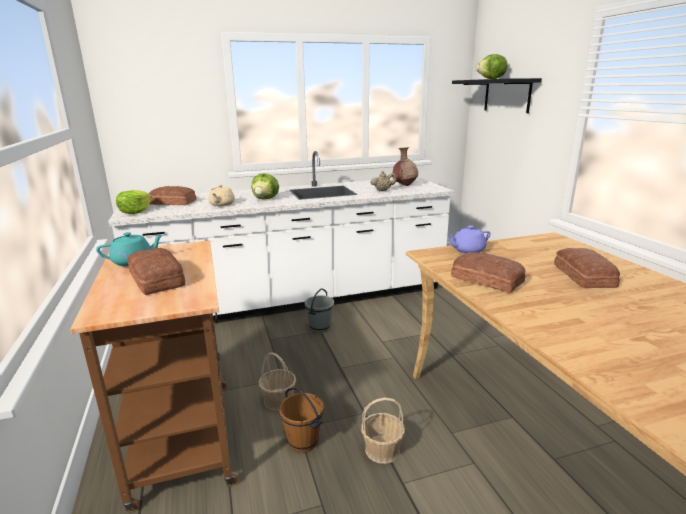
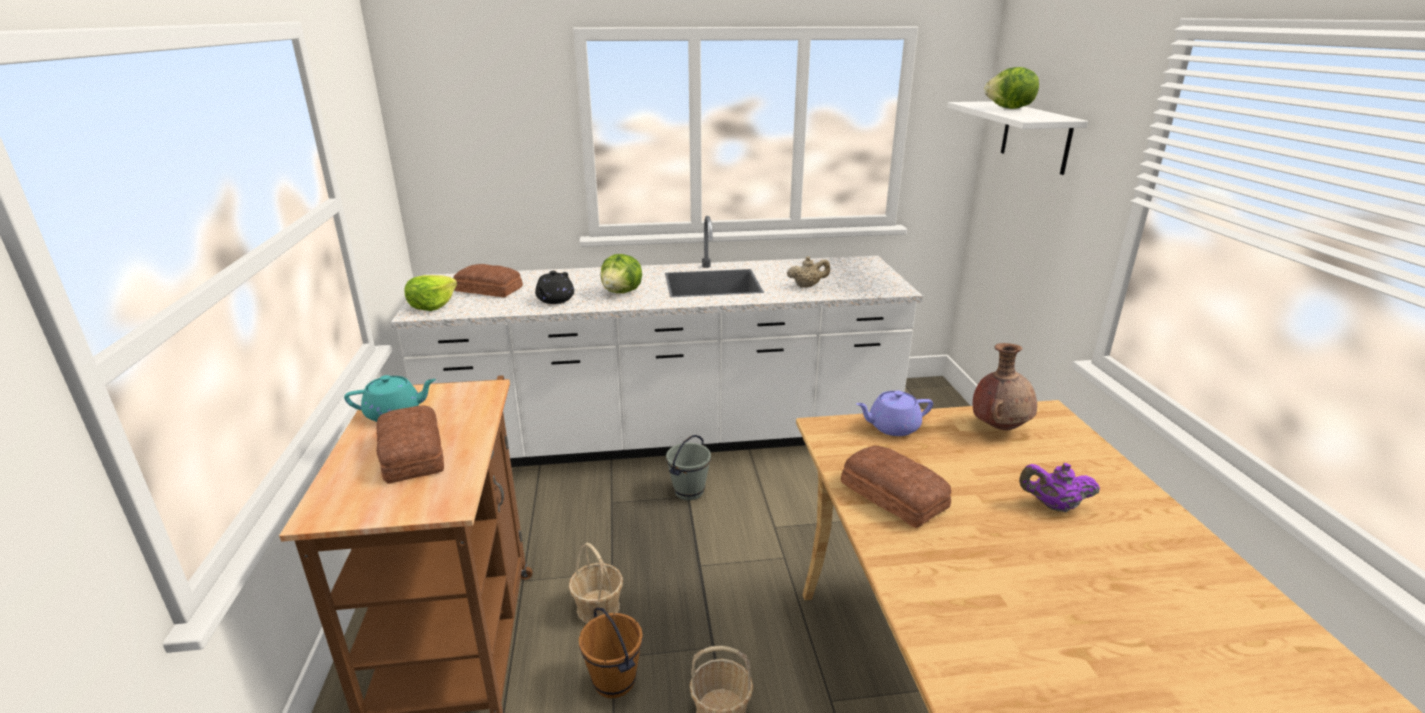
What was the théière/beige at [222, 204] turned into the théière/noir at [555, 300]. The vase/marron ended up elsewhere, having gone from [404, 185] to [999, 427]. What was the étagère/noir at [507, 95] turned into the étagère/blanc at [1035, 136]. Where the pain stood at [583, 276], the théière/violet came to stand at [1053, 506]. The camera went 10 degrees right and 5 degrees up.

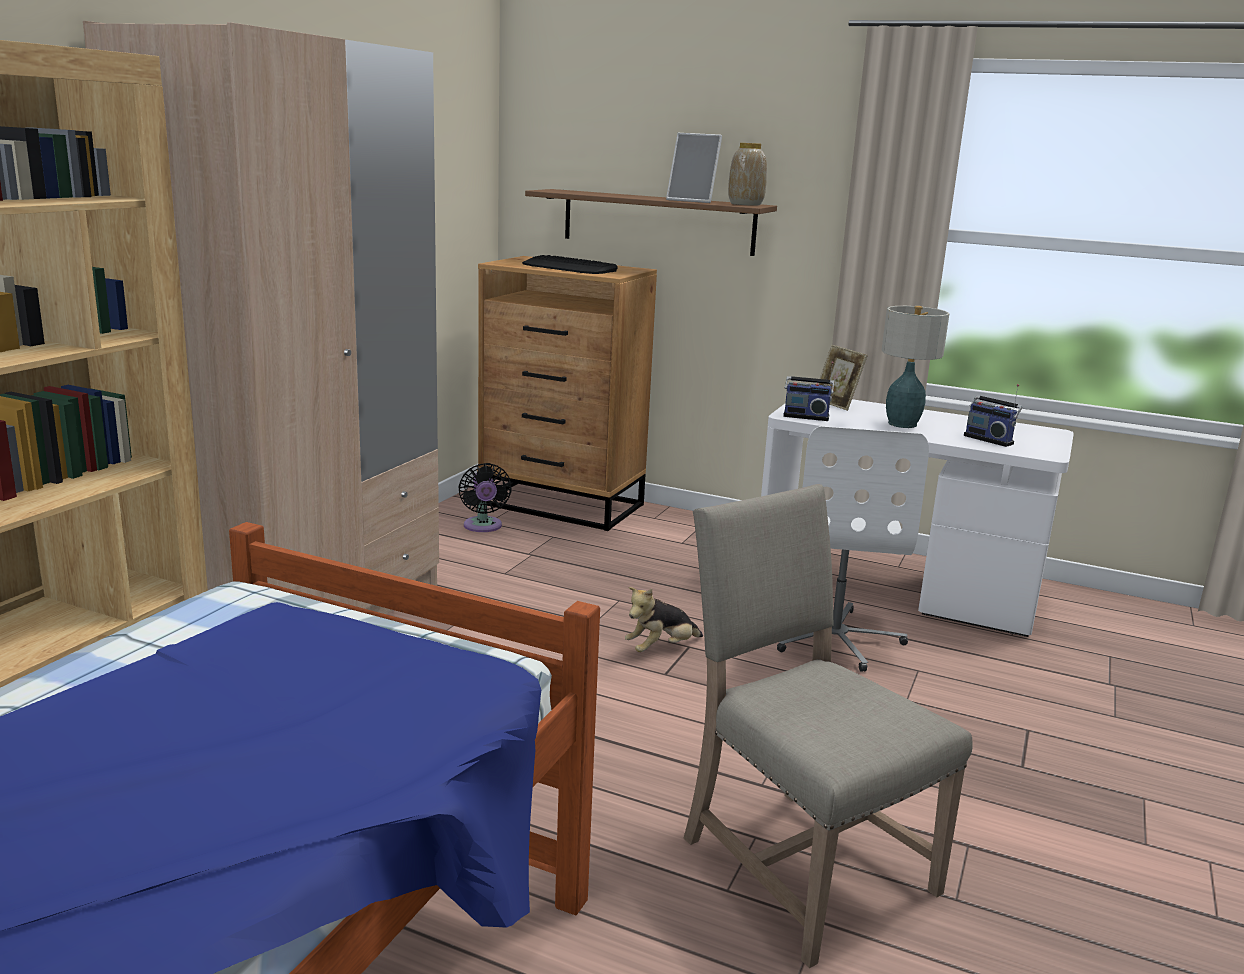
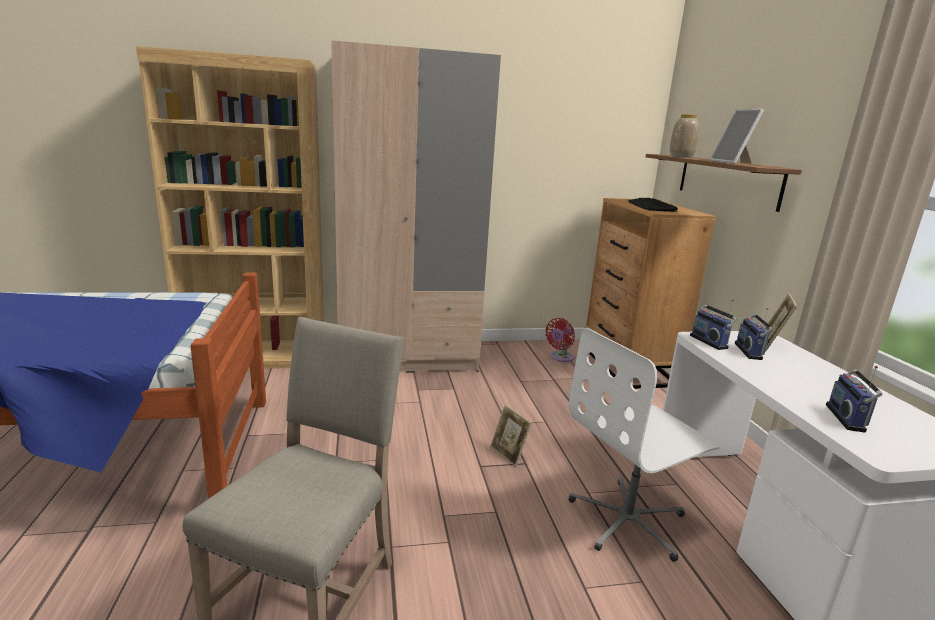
What was the ventilateur/noir at [483, 527] turned into the ventilateur/rouge at [560, 358]. Where the peluche stood at [661, 649], the cadre photo came to stand at [508, 454]. The vase ended up elsewhere, having gone from [745, 204] to [681, 156]. The second view lost the lampe de table at [903, 424]. The second view gained the radio at [750, 351]. The camera went 55 degrees right and 0 degrees up.

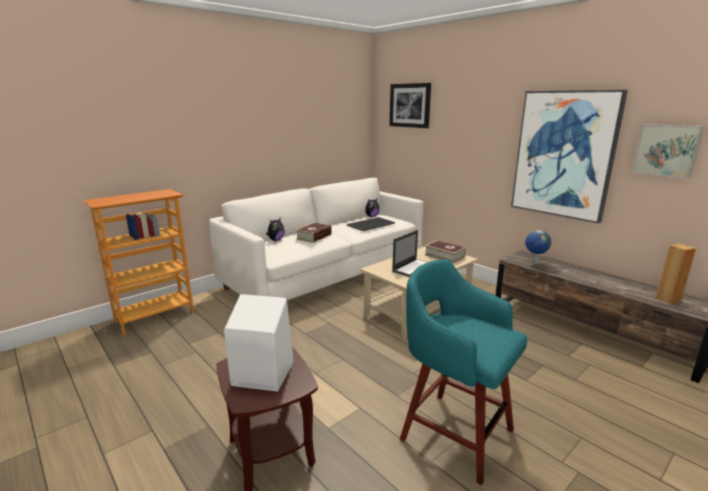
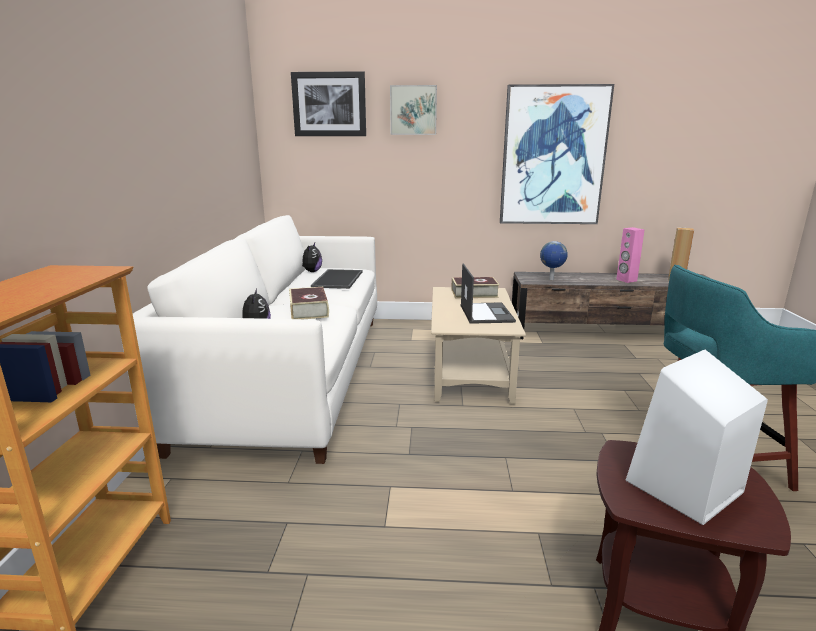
The tableau ended up elsewhere, having gone from [666, 150] to [413, 110]. The second view gained the enceinte/rose at [626, 280]. The camera went 45 degrees left and 0 degrees up.

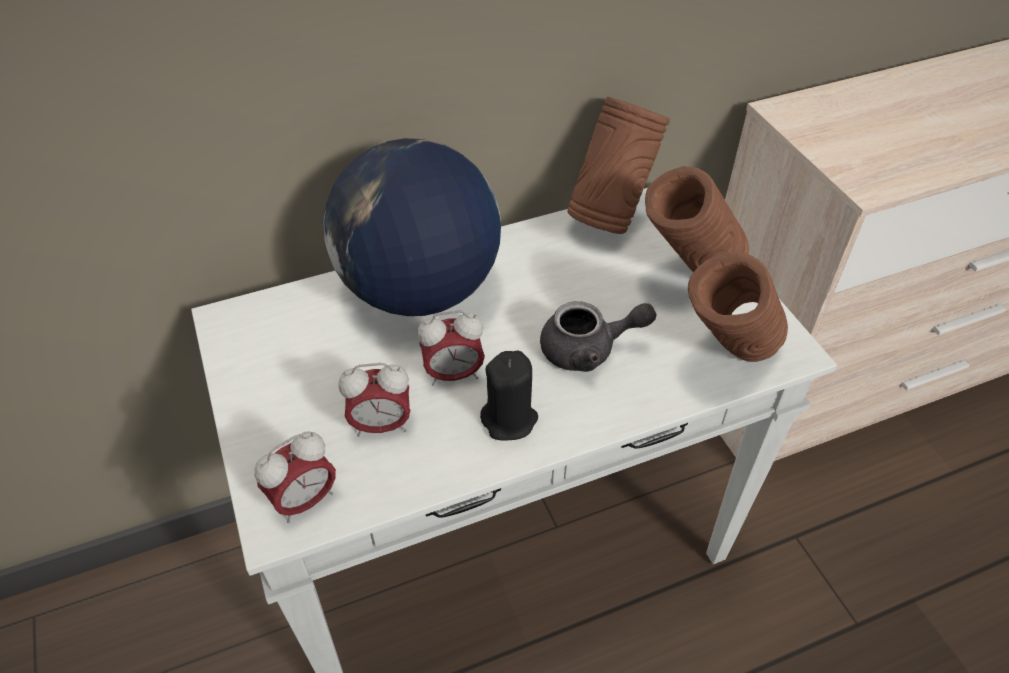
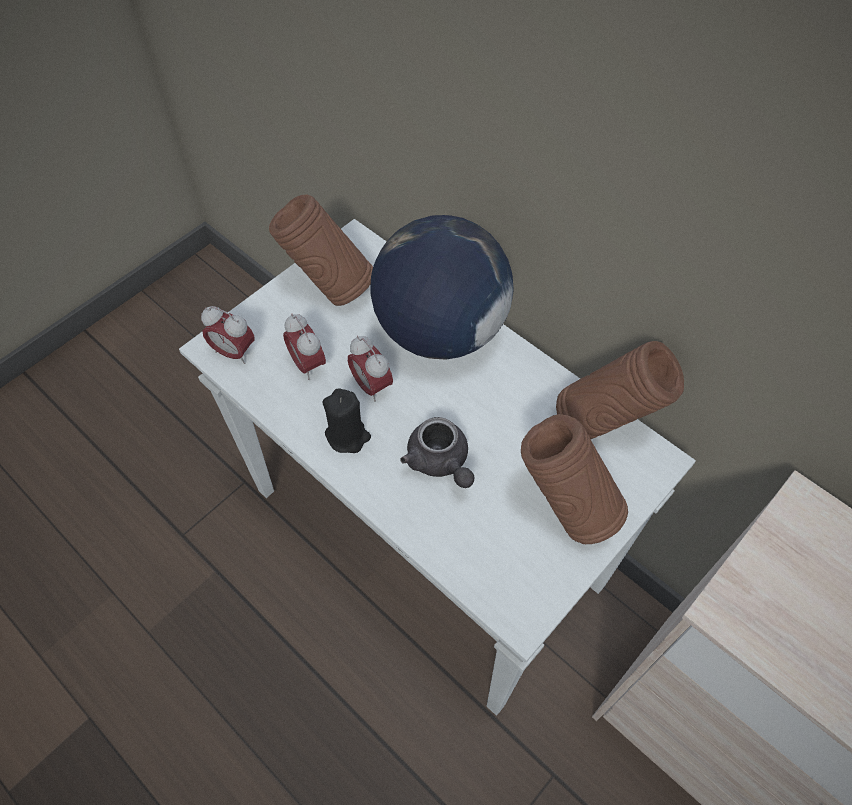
The vase/marron ended up elsewhere, having gone from [726, 360] to [328, 288]. The camera went 65 degrees right and 10 degrees up.

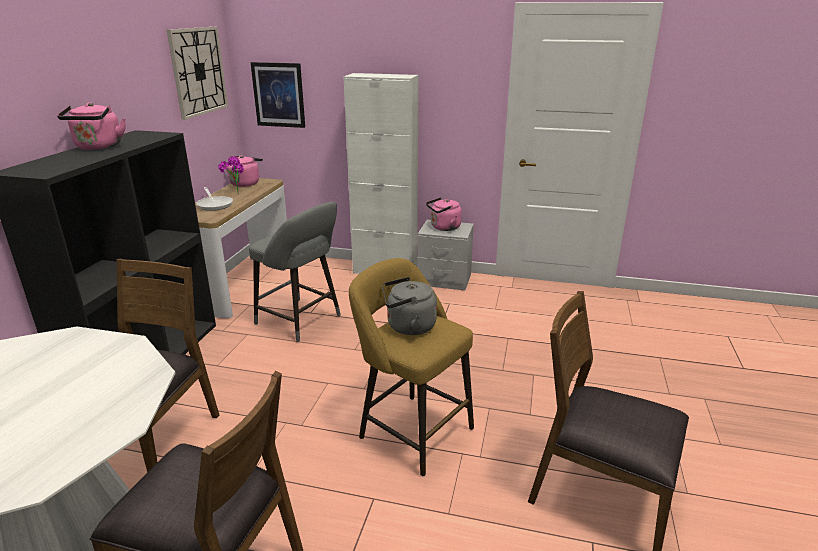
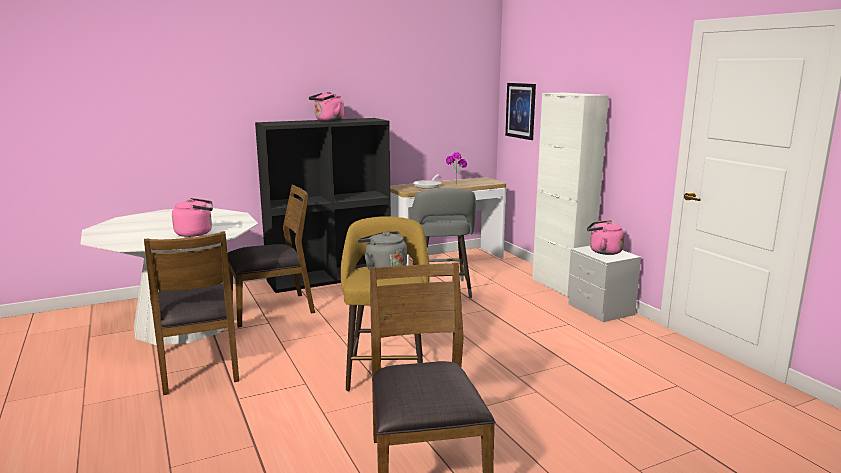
The second view lost the horloge murale at [198, 71]. The bouilloire/rose ended up elsewhere, having gone from [245, 183] to [196, 233]. The camera went 50 degrees right and 10 degrees down.

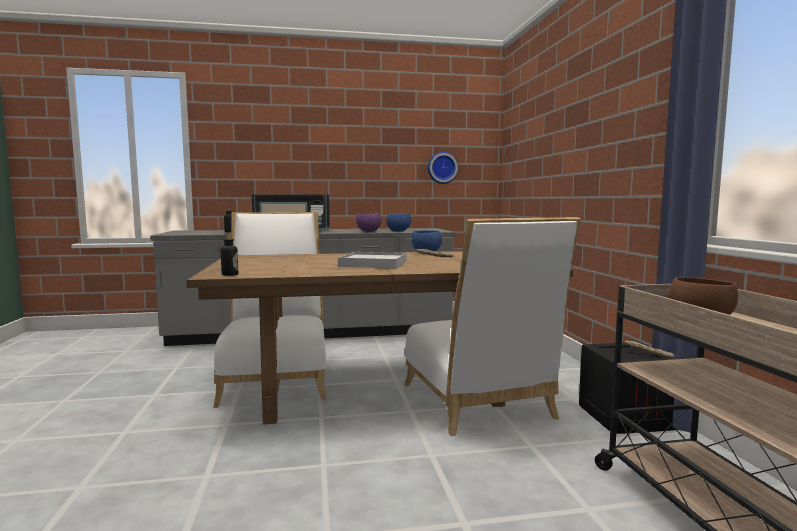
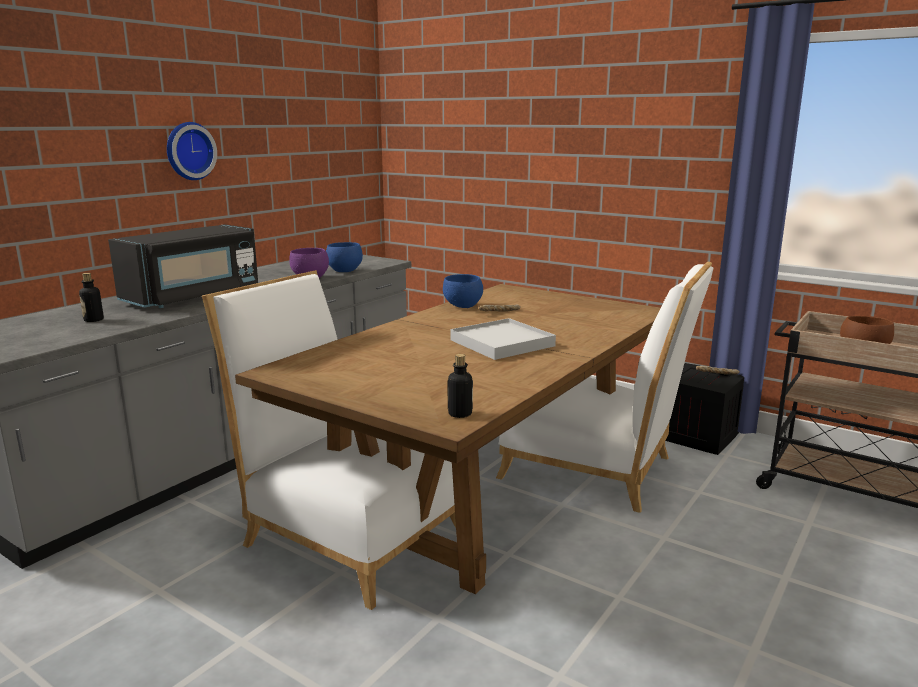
The horloge murale ended up elsewhere, having gone from [442, 168] to [189, 151]. The camera went 45 degrees left and 10 degrees up.

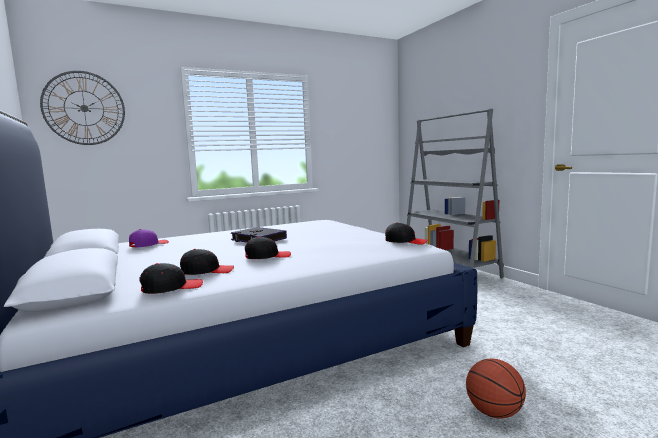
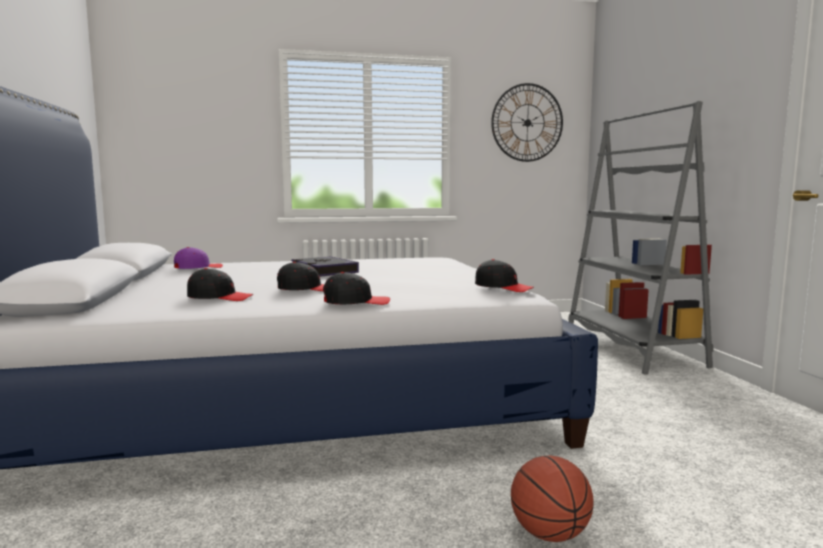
The horloge murale ended up elsewhere, having gone from [84, 108] to [527, 122]. The casquette/noir ended up elsewhere, having gone from [172, 288] to [356, 302]. The camera went 15 degrees right and 0 degrees up.

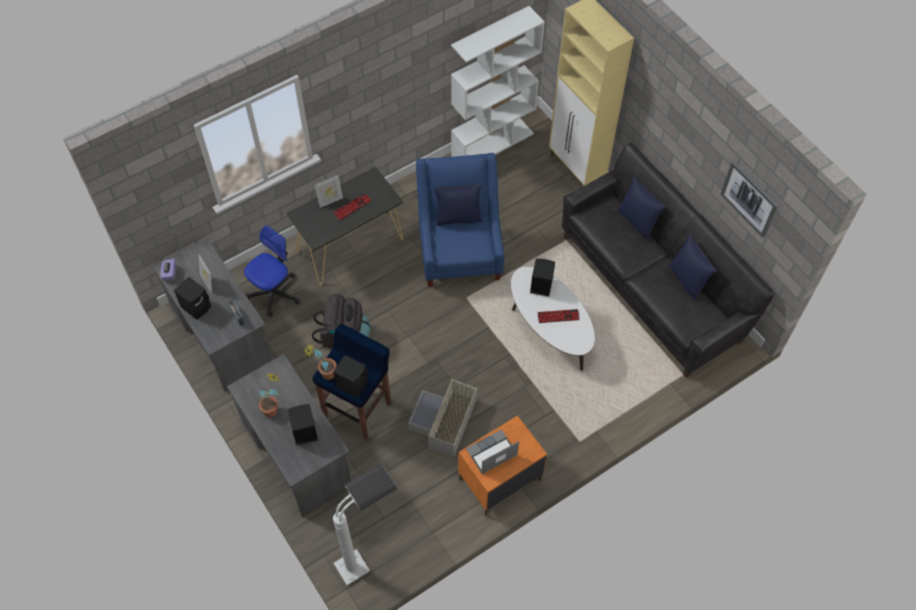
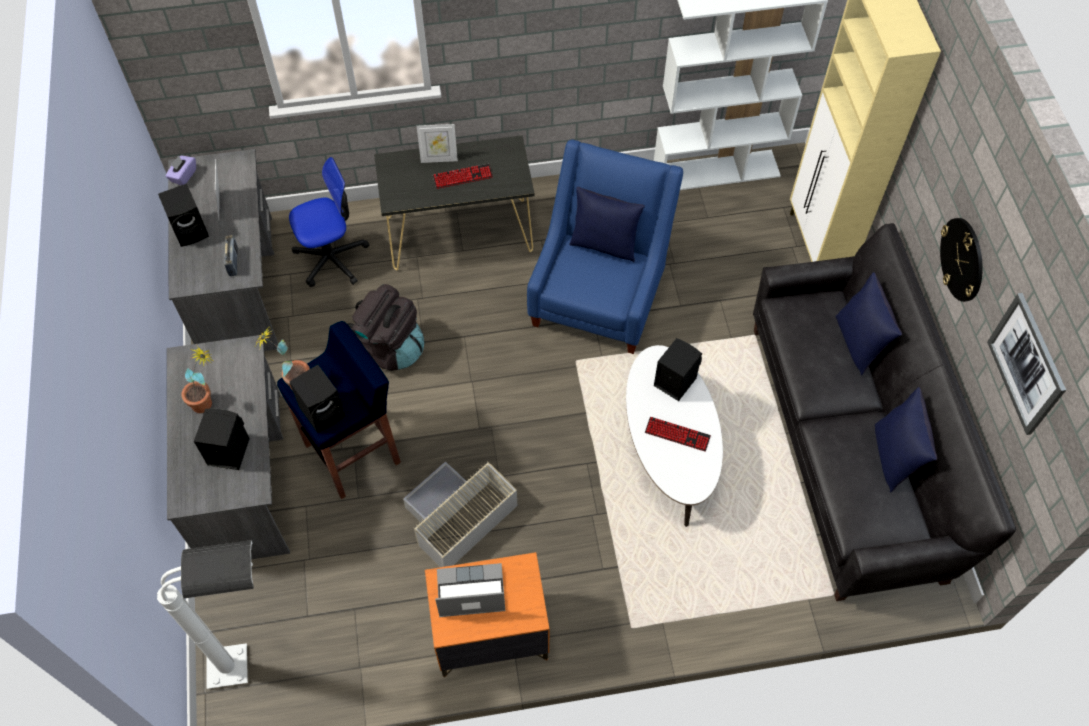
The second view gained the horloge murale at [962, 259]. The camera went 25 degrees right and 0 degrees up.

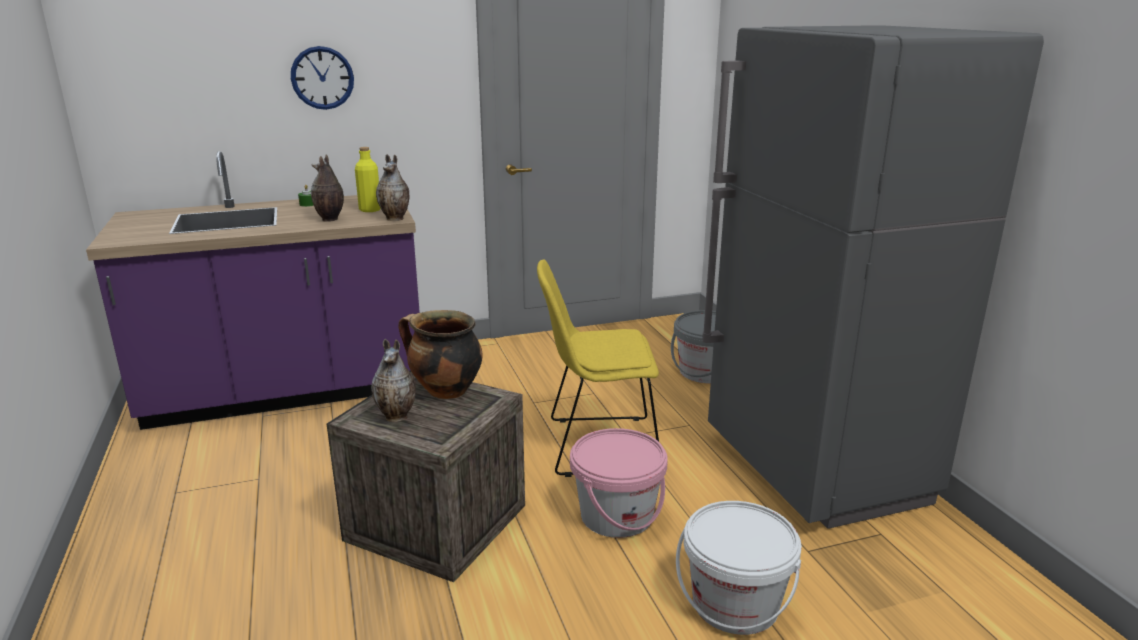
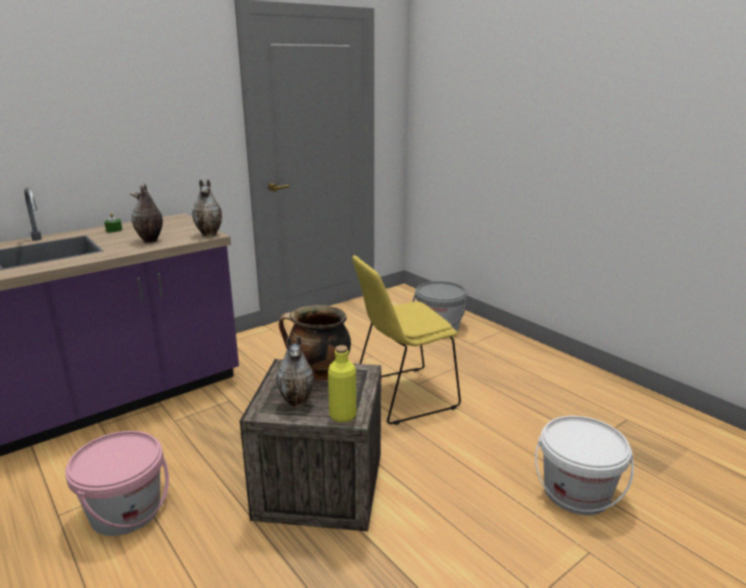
The second view lost the horloge murale at [322, 78]. The bouteille/jaune ended up elsewhere, having gone from [370, 210] to [343, 415]. The seau/rose ended up elsewhere, having gone from [617, 515] to [126, 511]. The second view lost the réfrigérateur/gris at [815, 470]. The camera went 20 degrees left and 0 degrees up.

